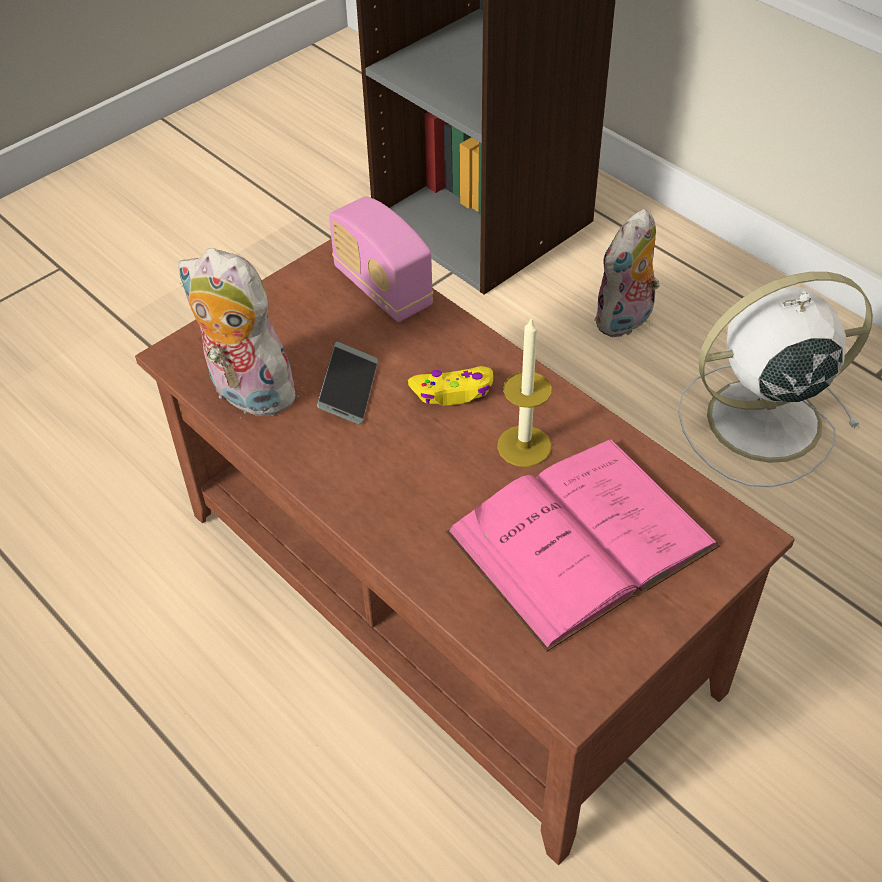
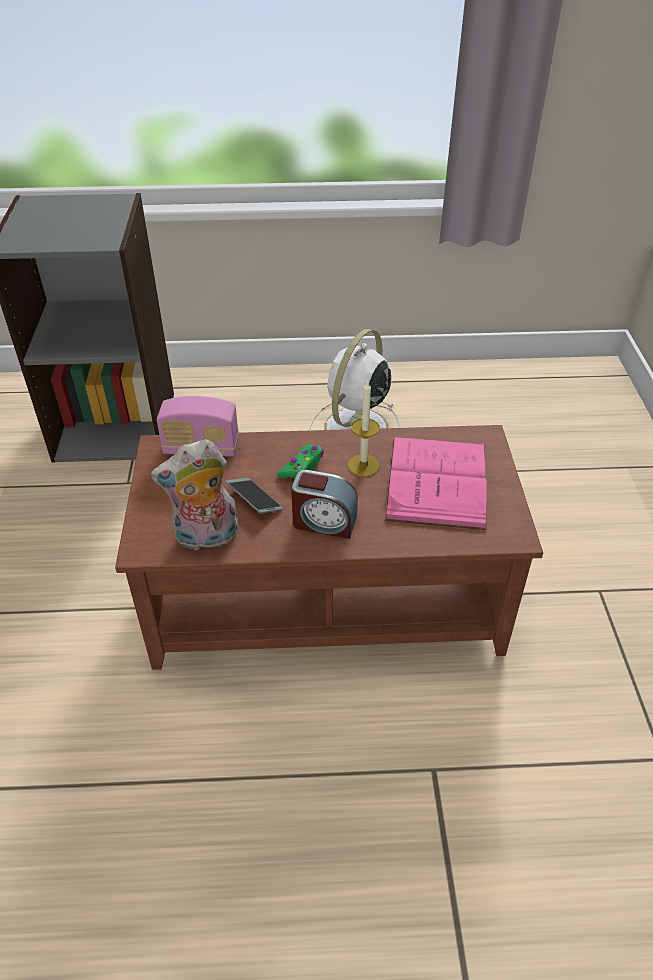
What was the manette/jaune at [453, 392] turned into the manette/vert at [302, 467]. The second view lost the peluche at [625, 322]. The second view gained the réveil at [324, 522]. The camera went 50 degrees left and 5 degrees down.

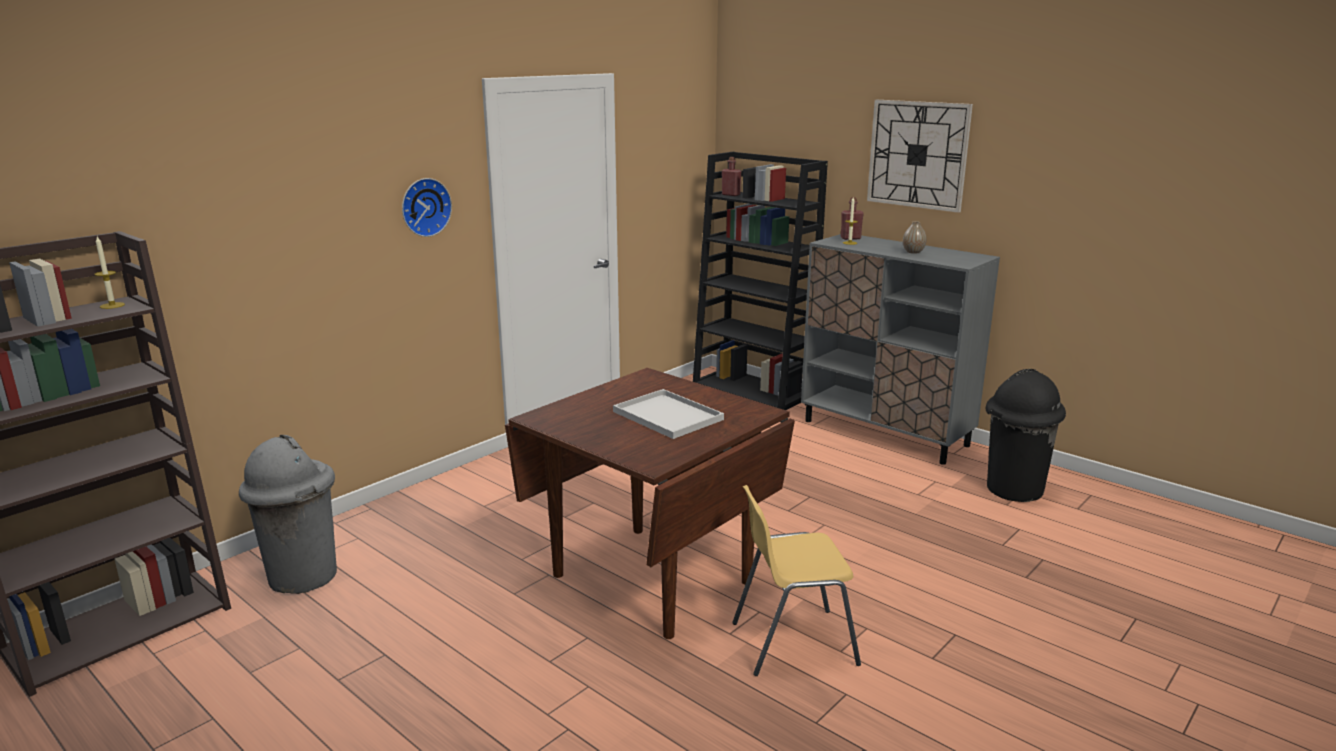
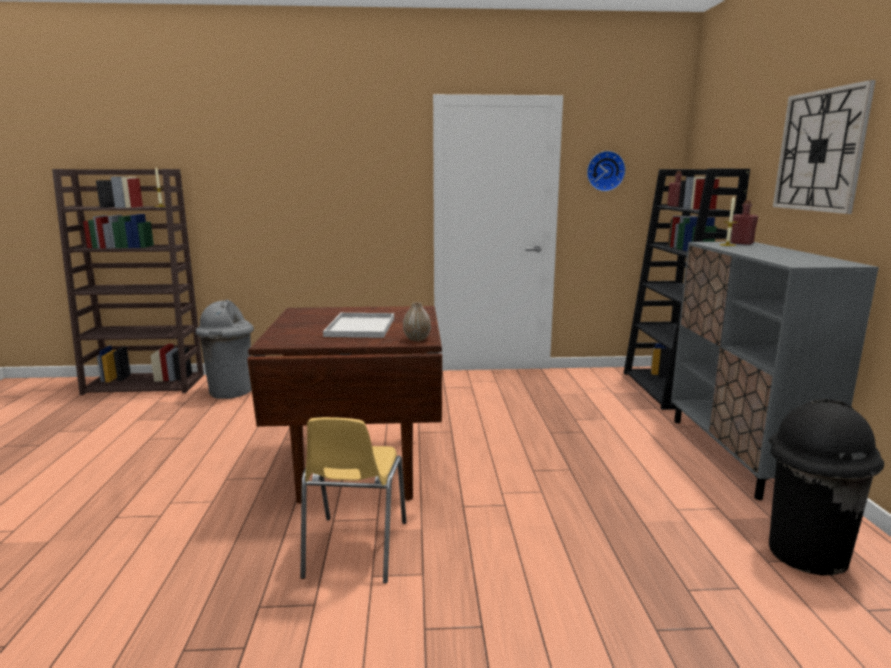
The horloge murale ended up elsewhere, having gone from [424, 207] to [605, 171]. The chaise/jaune at [792, 642] ended up facing another way, 120 degrees counterclockwise from before. The vase ended up elsewhere, having gone from [913, 252] to [417, 339]. The camera went 45 degrees right and 5 degrees down.

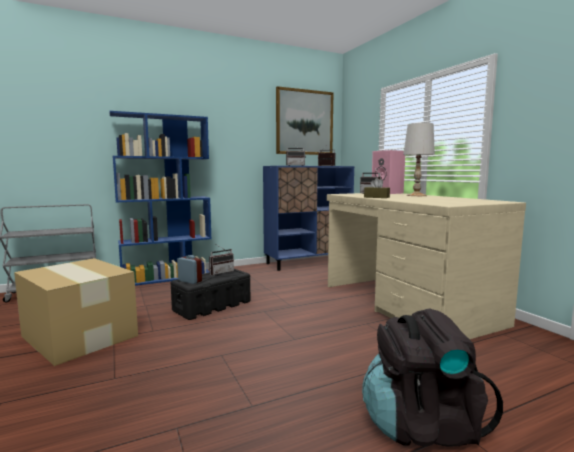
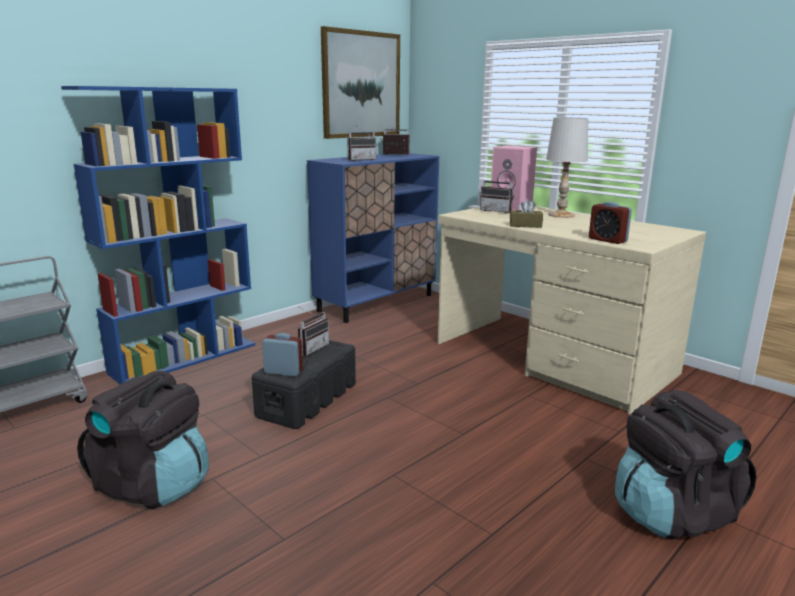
Where the carton stood at [80, 335], the sac à dos/noir came to stand at [153, 485]. The second view gained the réveil at [607, 240]. The camera went 20 degrees left and 10 degrees up.

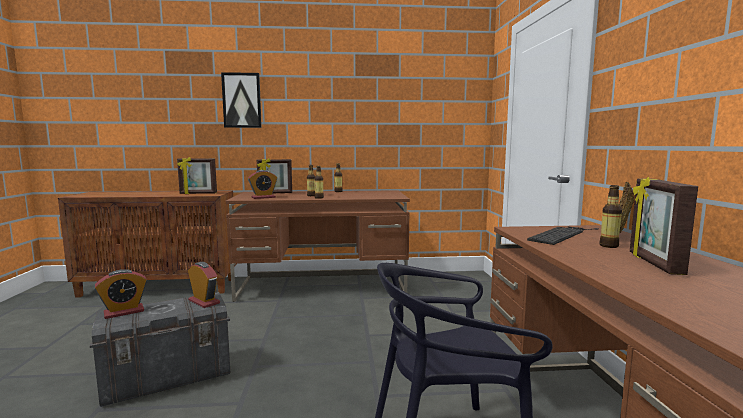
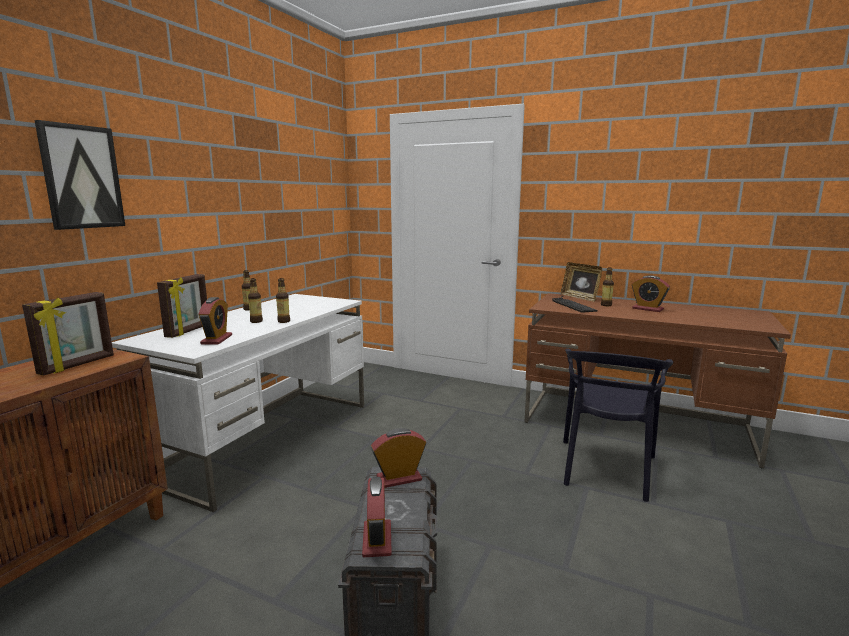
What was the bureau/marron at [323, 287] turned into the bureau/blanc at [268, 439]. Where the cadre photo stood at [653, 263], the réveil came to stand at [647, 309]. The camera went 60 degrees left and 5 degrees up.

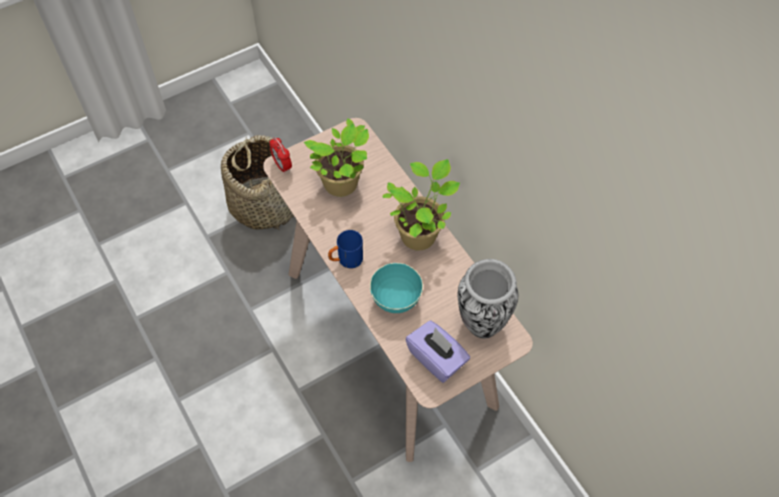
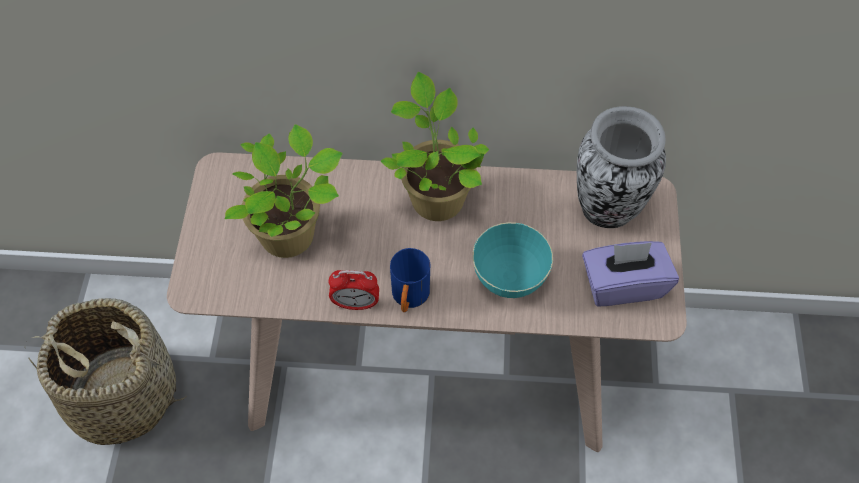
The réveil ended up elsewhere, having gone from [282, 166] to [355, 304]. The camera went 55 degrees left and 0 degrees up.

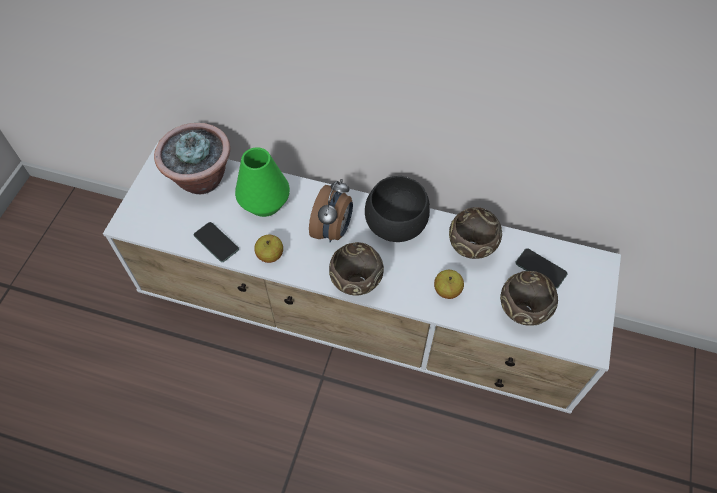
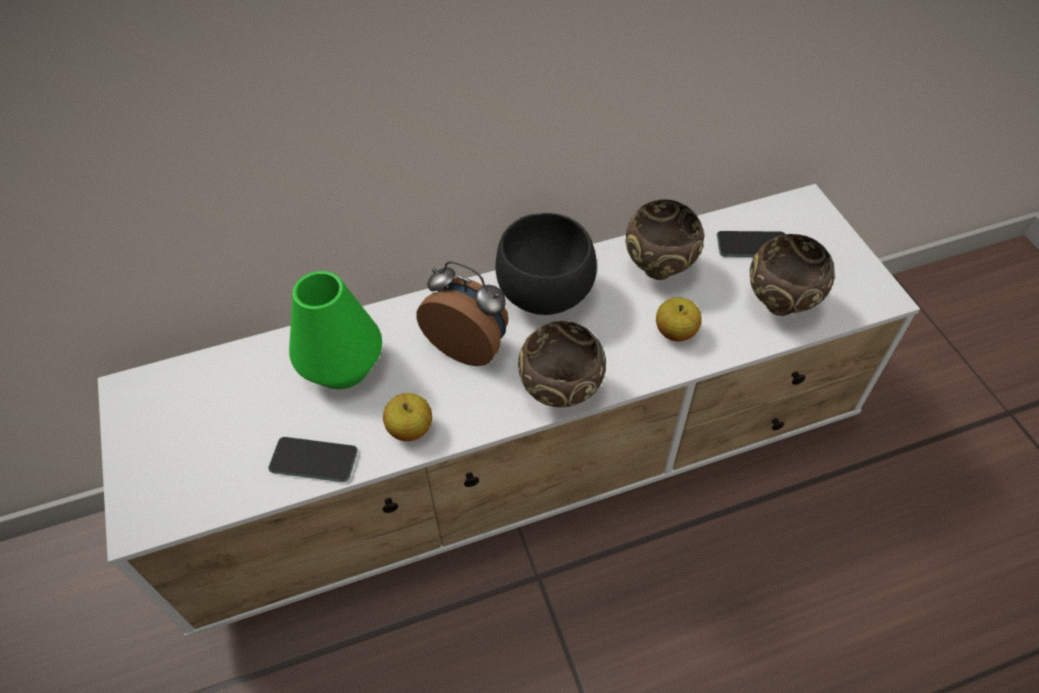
The second view lost the plante en pot at [201, 179]. The réveil at [333, 230] ended up facing another way, 45 degrees counterclockwise from before. The camera went 35 degrees left and 5 degrees down.

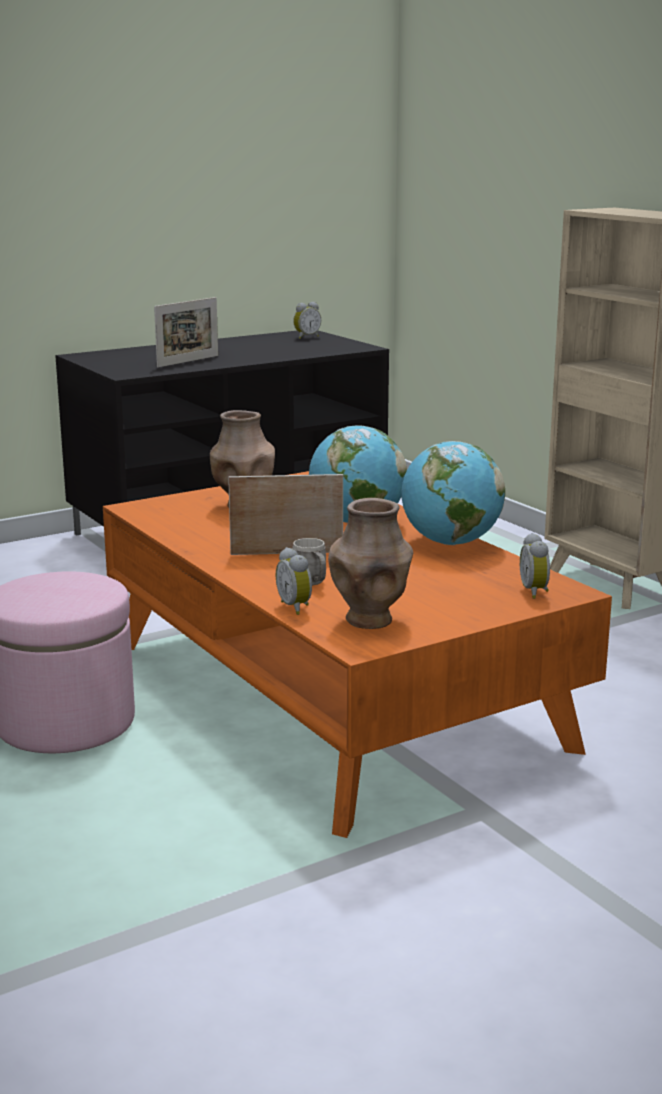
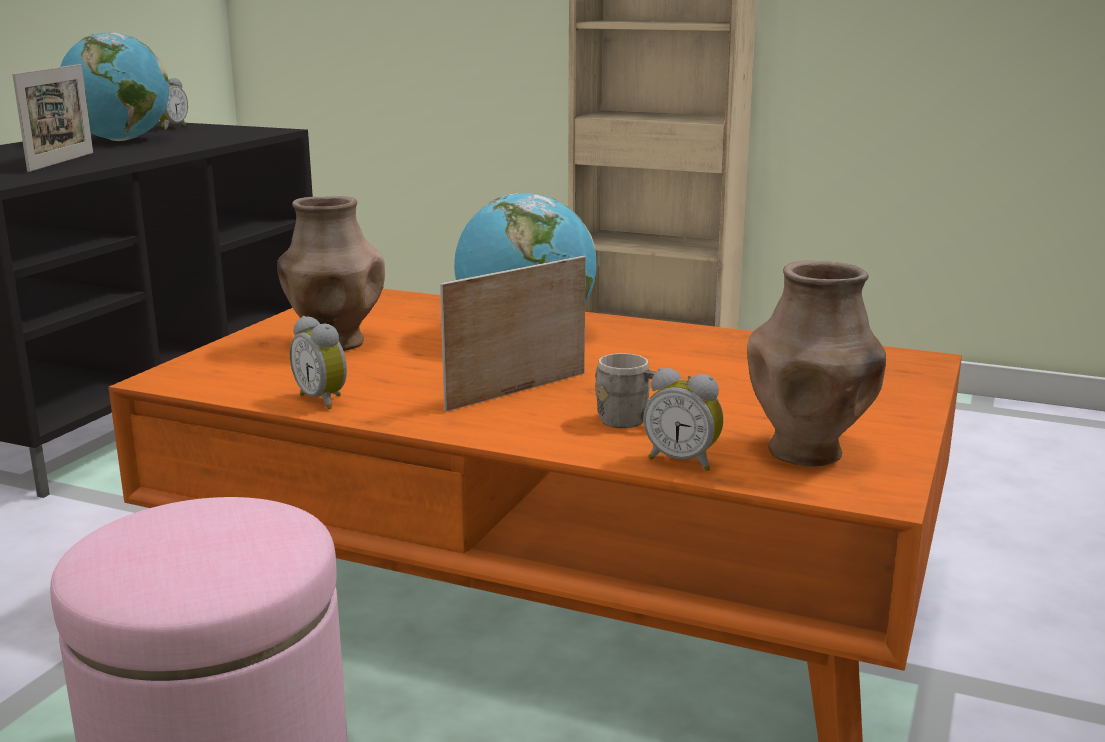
The globe ended up elsewhere, having gone from [450, 543] to [120, 140]. The réveil ended up elsewhere, having gone from [536, 592] to [324, 400]. The camera went 35 degrees left and 0 degrees up.

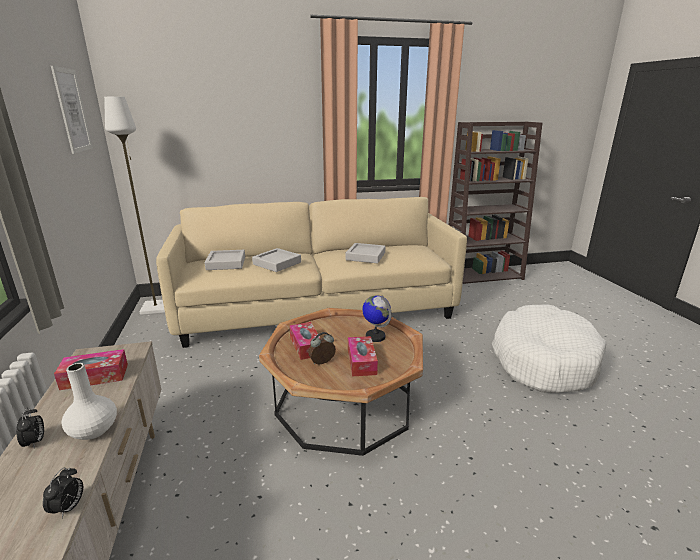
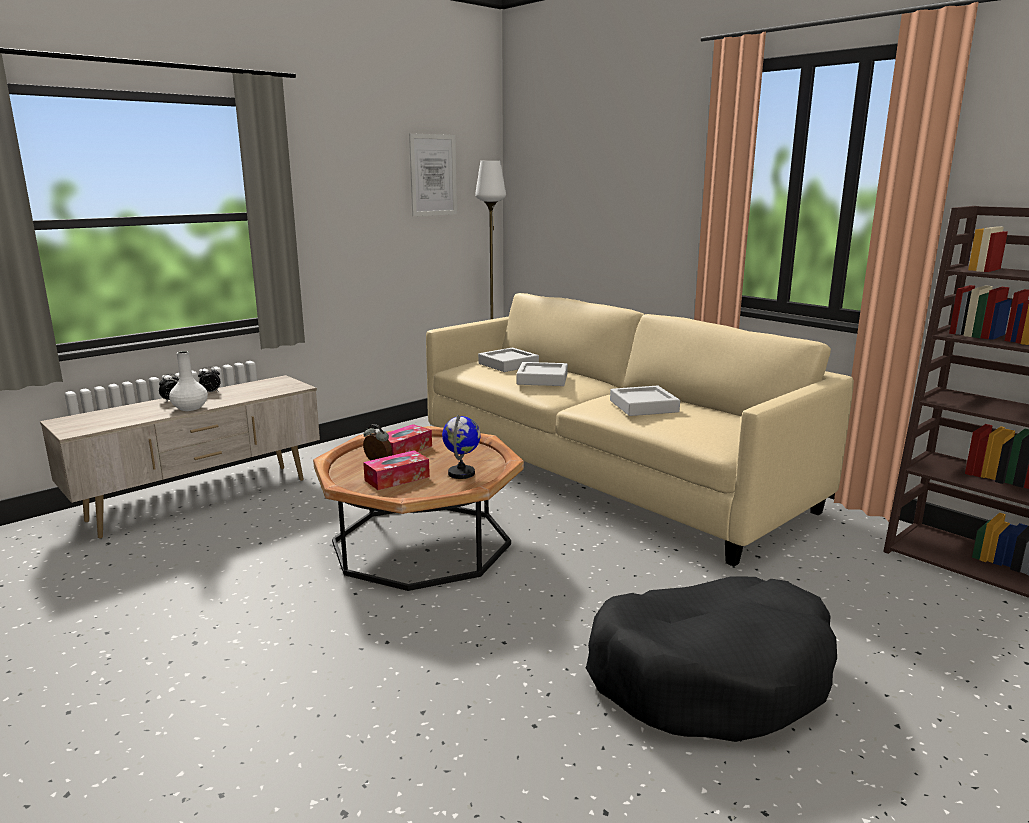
The réveil ended up elsewhere, having gone from [69, 508] to [211, 392]. The second view lost the boîte à mouchoirs at [95, 376]. What was the panier pour chien/blanc at [543, 360] turned into the panier pour chien/noir at [710, 676]. The camera went 60 degrees right and 5 degrees down.

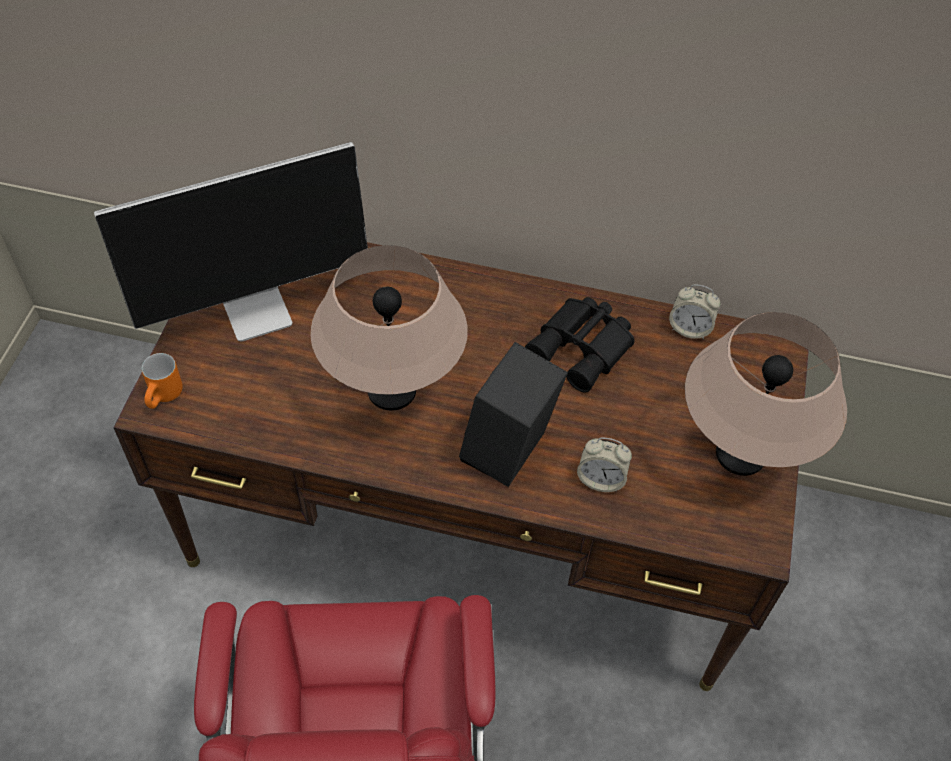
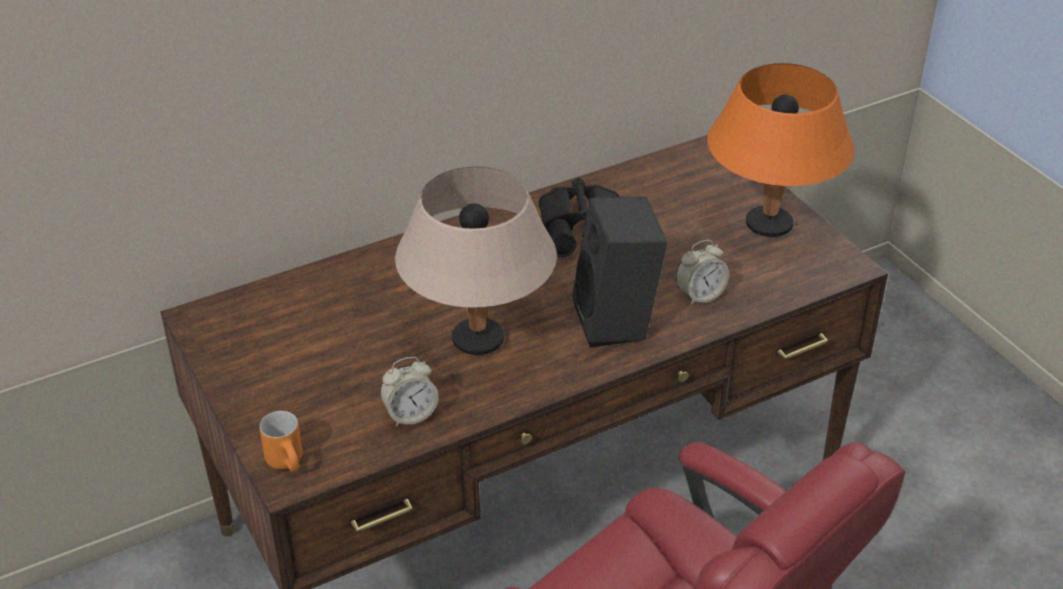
The second view lost the écran d'ordinateur at [258, 309]. The réveil ended up elsewhere, having gone from [689, 328] to [410, 414]. What was the lampe de table/beige at [741, 455] turned into the lampe de table/orange at [769, 224]. The camera went 40 degrees left and 15 degrees down.

